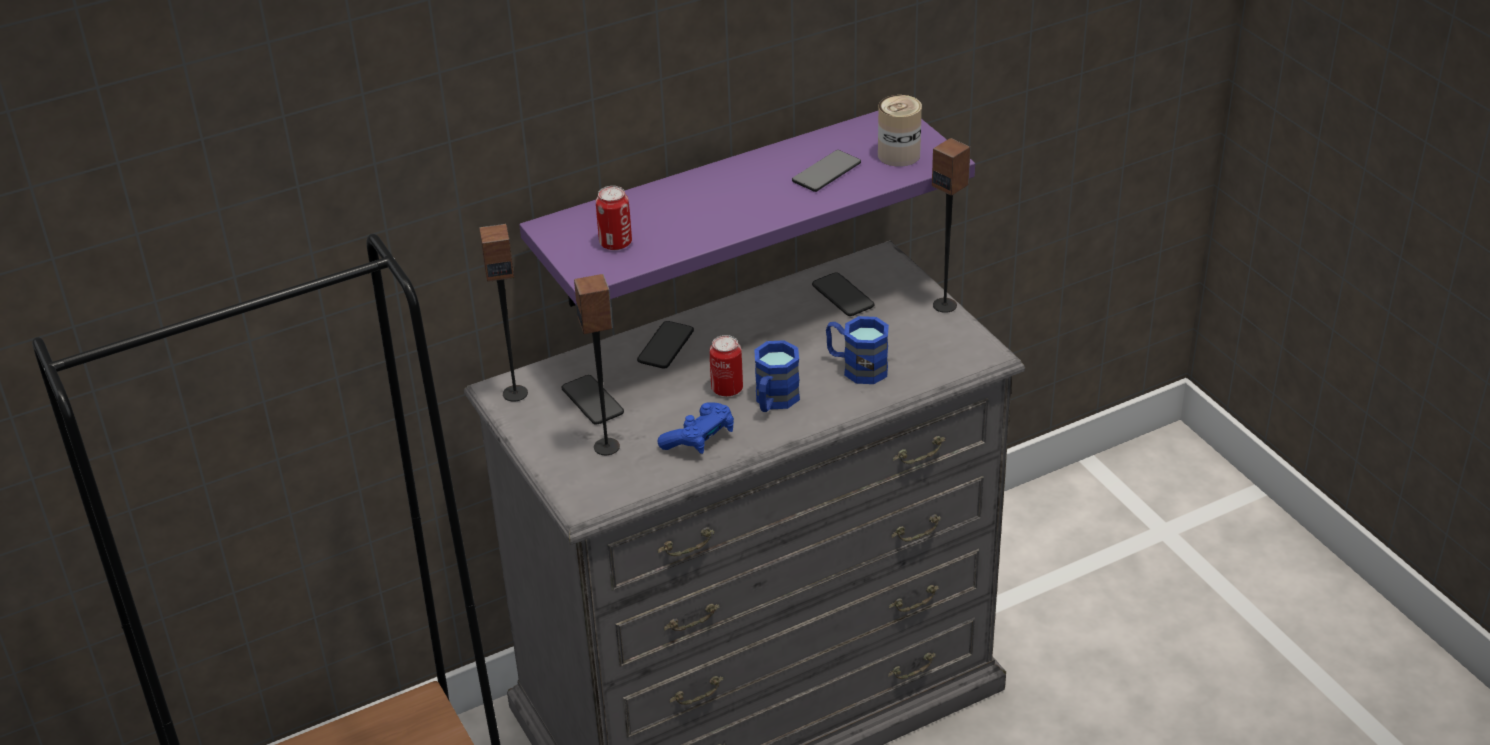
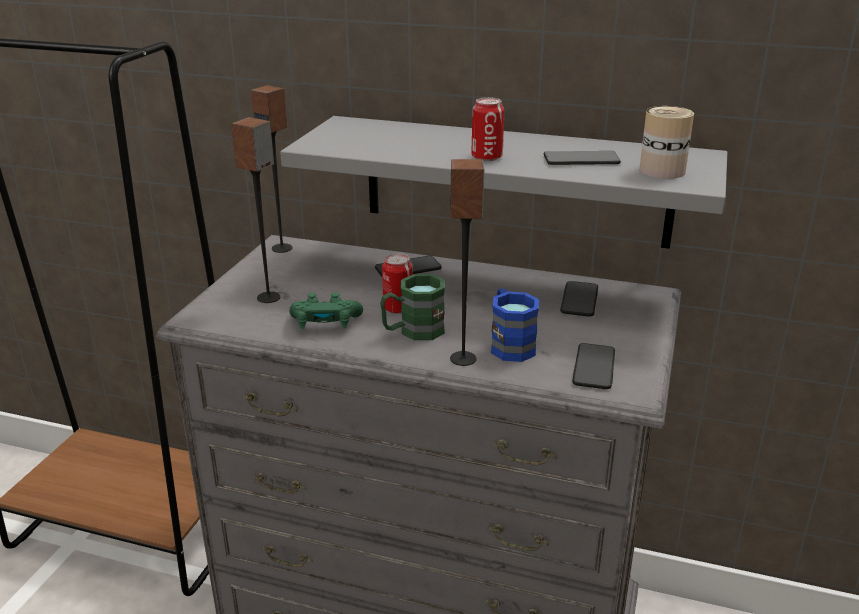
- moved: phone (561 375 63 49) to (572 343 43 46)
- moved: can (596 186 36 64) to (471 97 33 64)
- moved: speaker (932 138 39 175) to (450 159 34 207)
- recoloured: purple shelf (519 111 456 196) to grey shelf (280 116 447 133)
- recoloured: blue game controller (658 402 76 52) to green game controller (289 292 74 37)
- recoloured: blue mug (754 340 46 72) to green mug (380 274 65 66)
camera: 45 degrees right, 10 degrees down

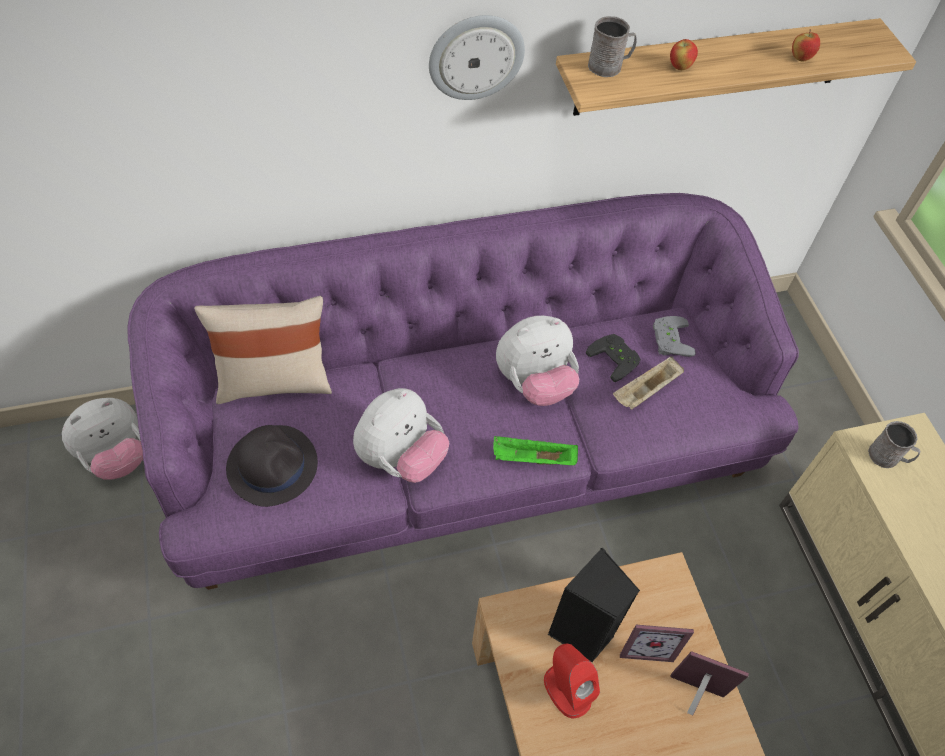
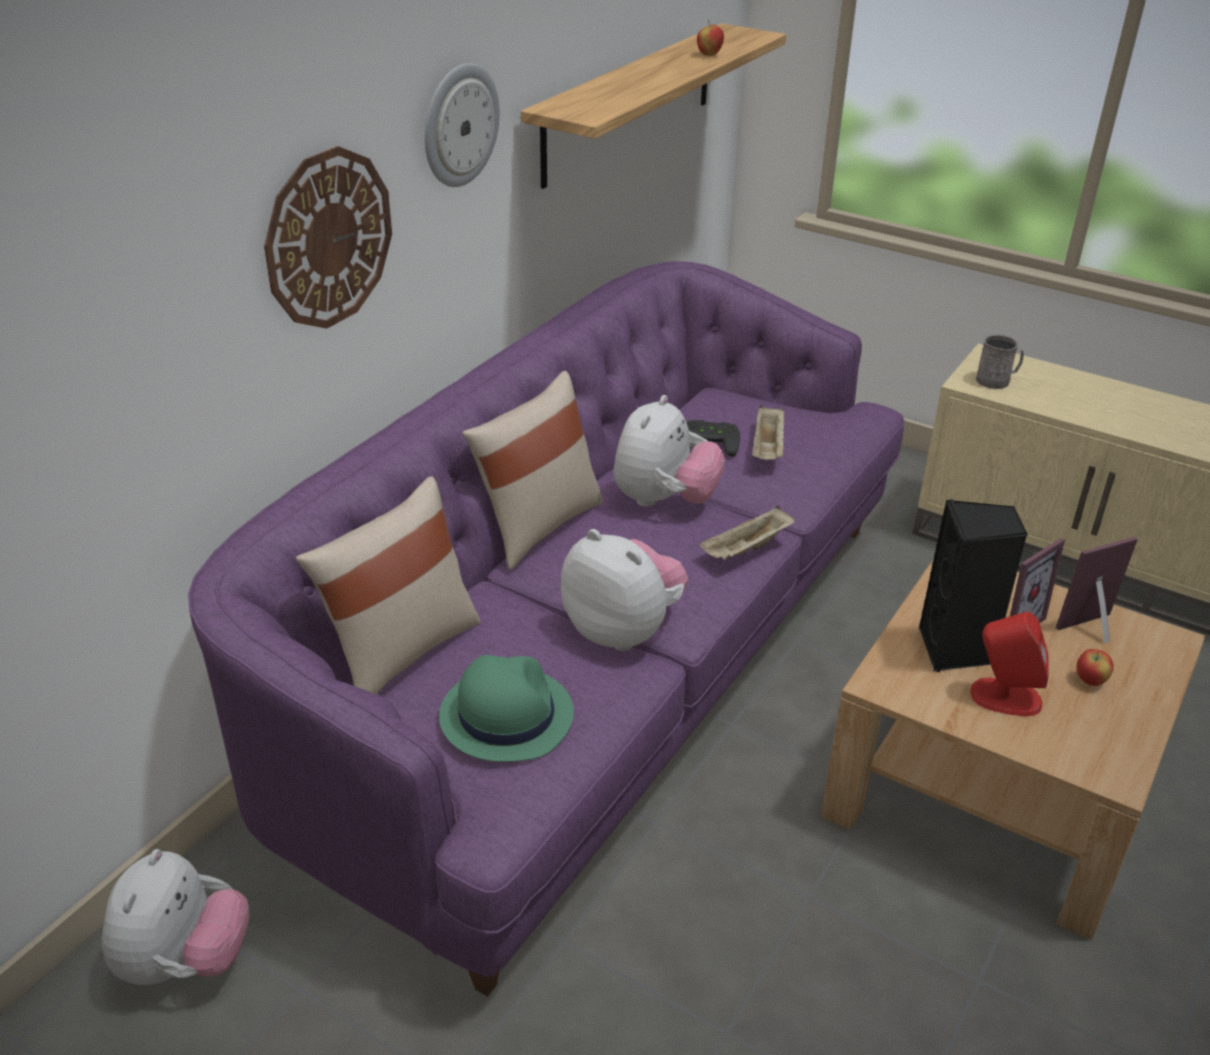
- removed: grey mug (588 16 49 61)
- removed: grey game controller (653 316 43 41)
- added: wall clock (264 146 128 183)
- added: beige pillow (462 371 141 199)
- moved: apple (670 39 28 31) to (1076 649 38 37)
- recoloured: black hat (226 425 92 82) to green hat (439 655 135 107)
- recoloured: green tray (493 436 85 29) to beige tray (699 506 96 54)
- turned: plush toy (353 388 96 95) = (561 529 127 122) 45 degrees counterclockwise
camera: 40 degrees left, 20 degrees down

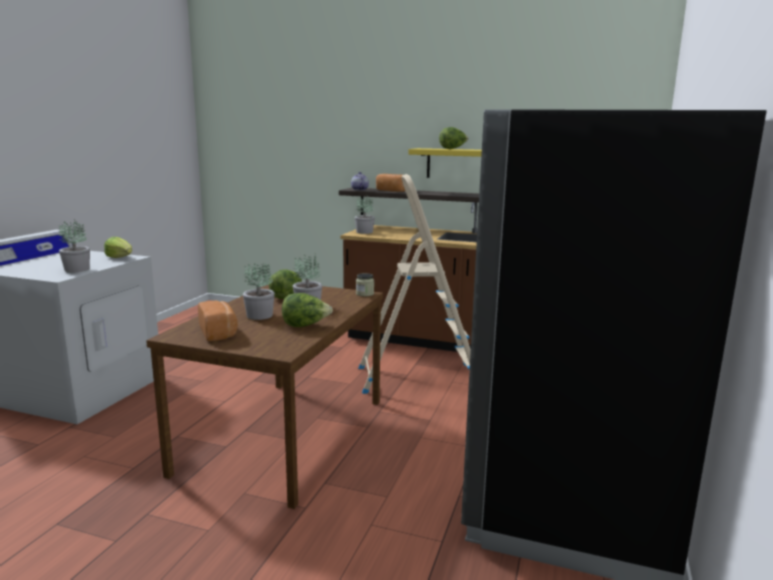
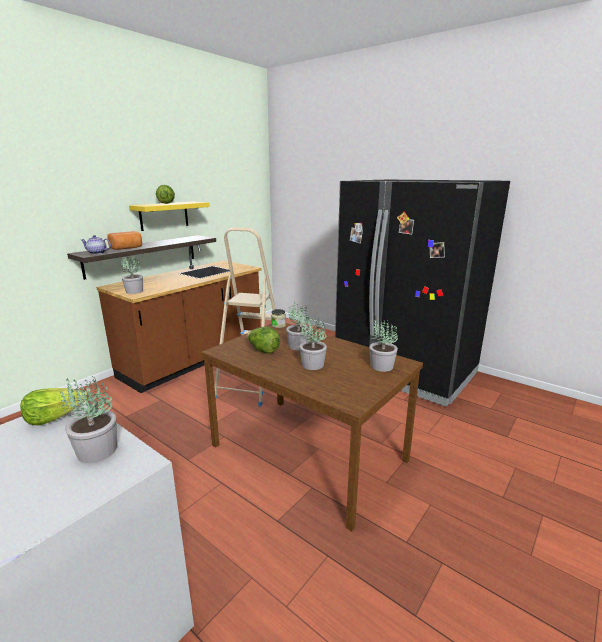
- removed: bread (198 300 40 41)
- removed: lettuce (282 293 51 34)
- added: potted plant (369 320 29 52)
camera: 70 degrees left, 5 degrees up

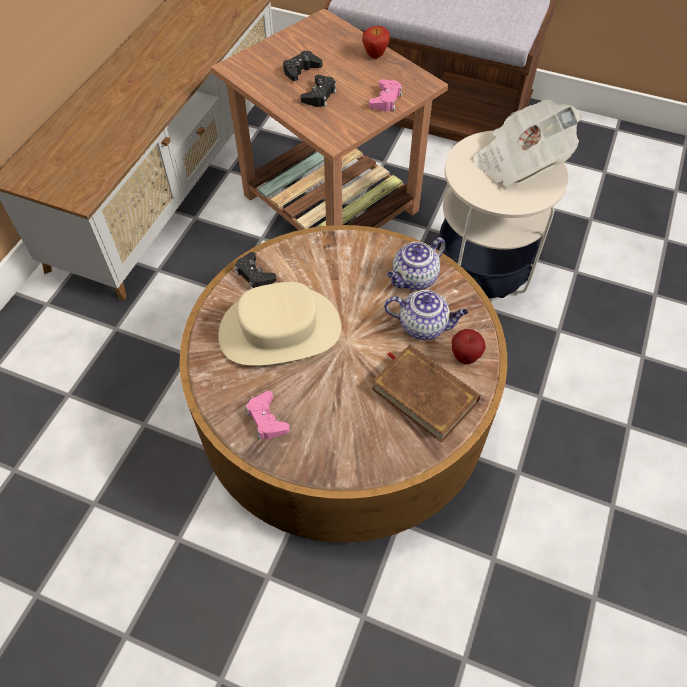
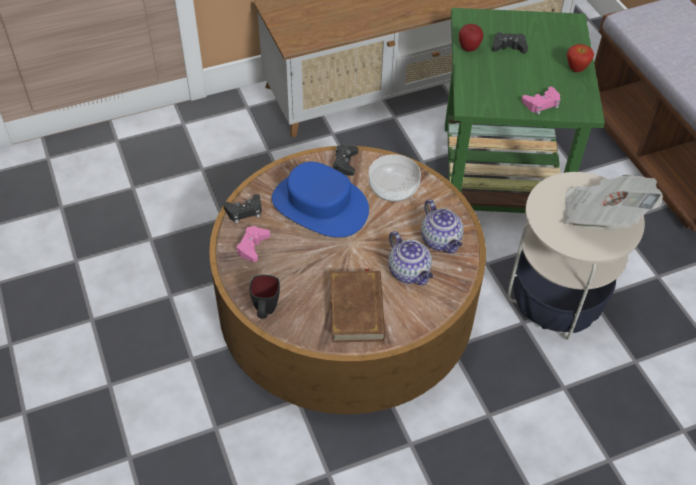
- added: black mug (250 275 30 44)
- added: bowl (368 154 53 48)
- moved: black game controller (301 75 36 32) to (223 194 39 29)
- moved: apple (452 329 34 35) to (459 24 25 28)
- recoloured: brown side table (211 8 237 222) to green side table (445 8 160 205)
- recoloured: beige hat (218 282 123 84) to blue hat (272 162 97 76)
- turned: teapot (387 237 59 53) = (421 199 43 55) 120 degrees counterclockwise
camera: 45 degrees right, 5 degrees down

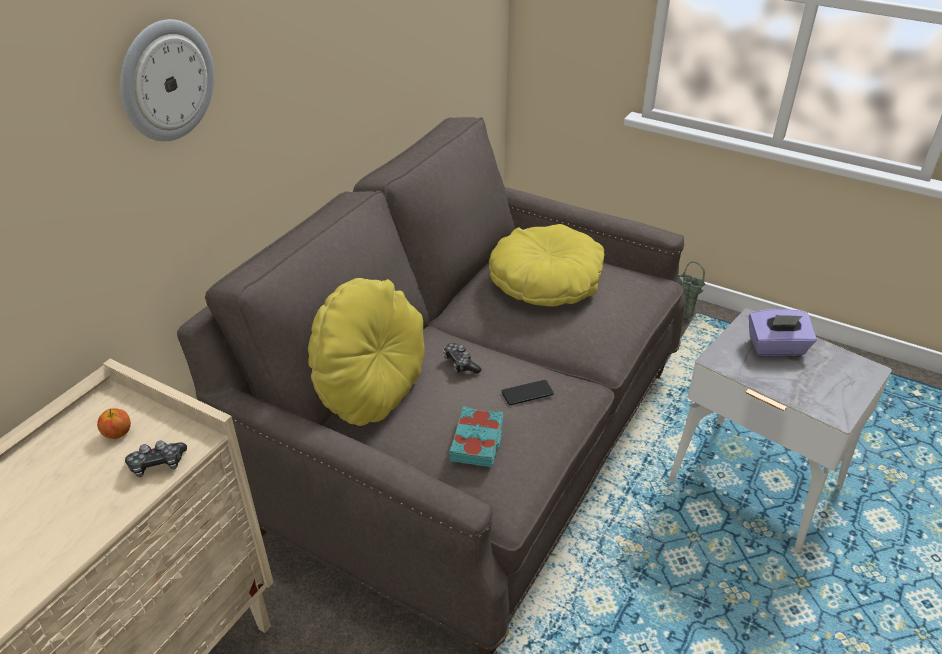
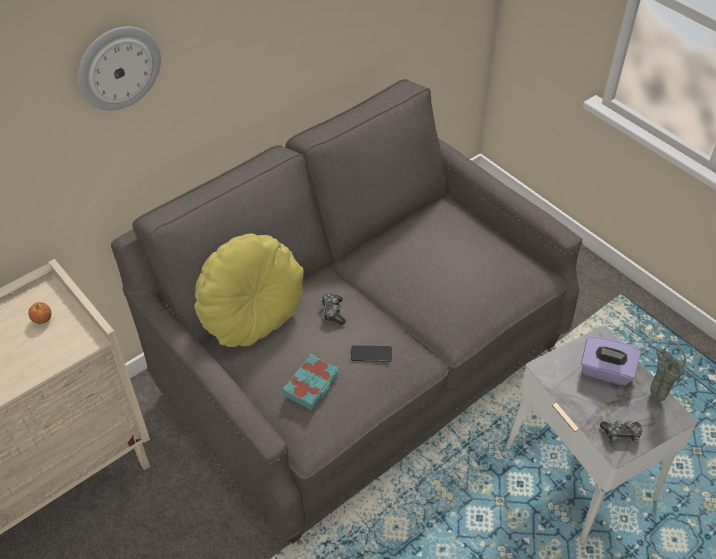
- removed: yellow pillow (489 224 115 83)
- moved: game controller (125 440 62 37) to (600 420 42 22)
- moved: green vase (679 261 26 57) to (650 341 36 60)
camera: 20 degrees right, 10 degrees up

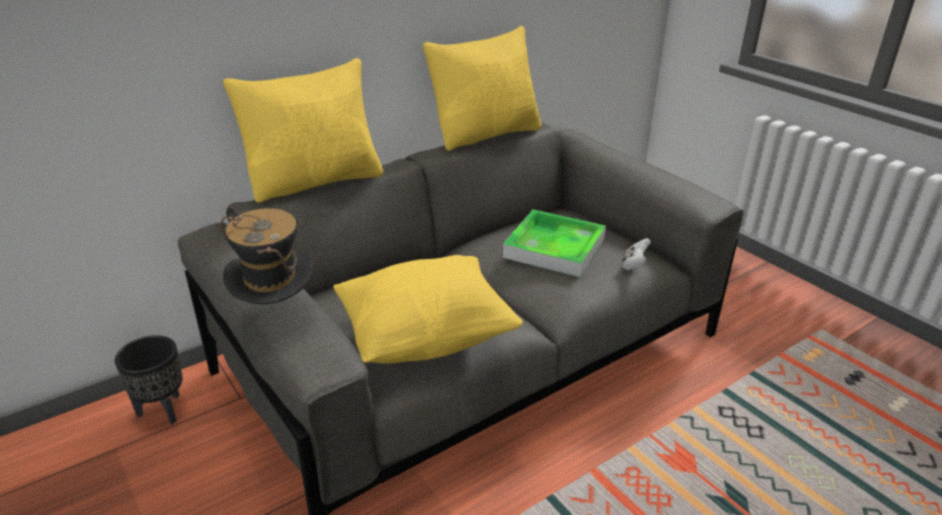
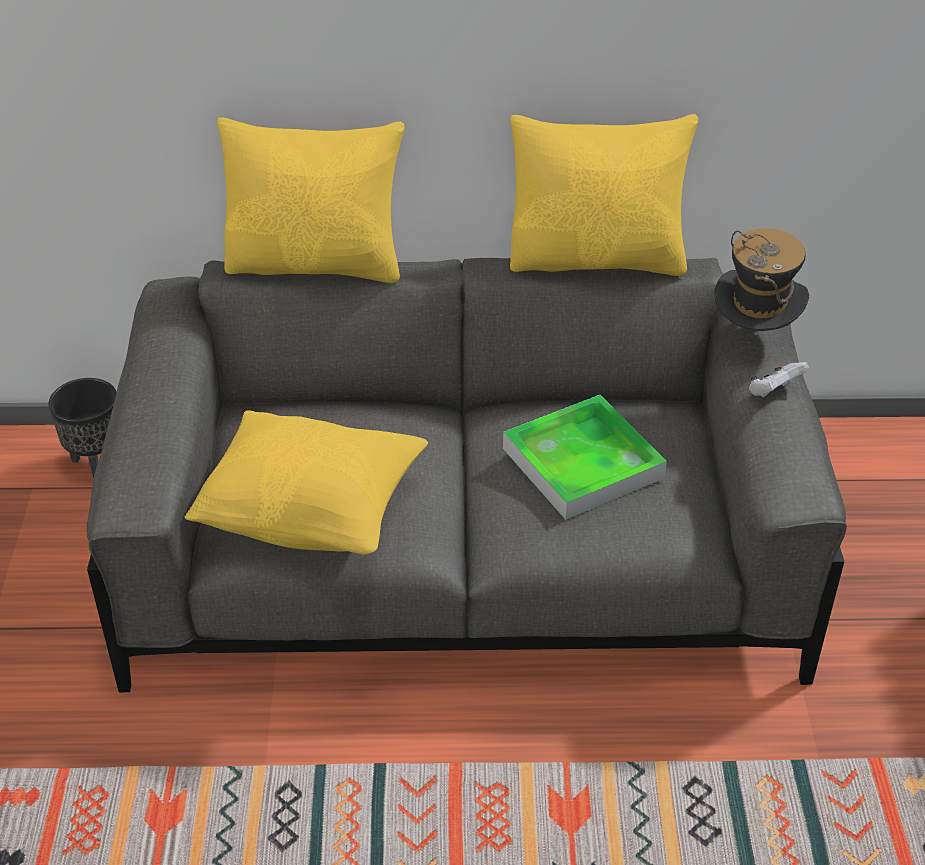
- moved: hat (221 208 92 96) to (714 228 95 103)
- moved: white game controller (622 238 29 32) to (749 362 60 36)
camera: 35 degrees right, 10 degrees up

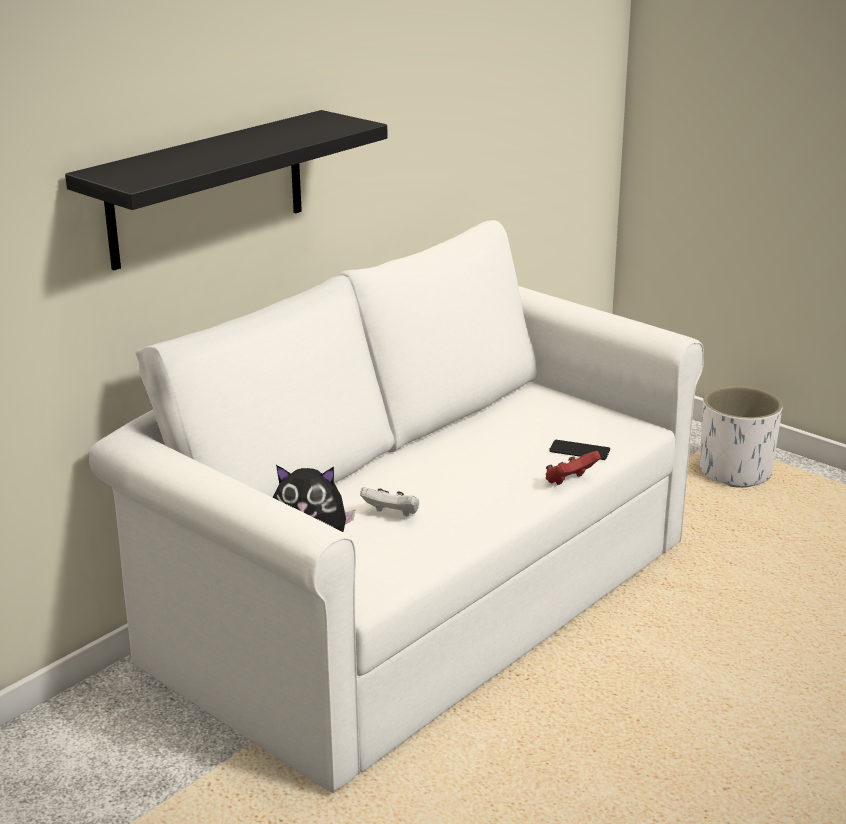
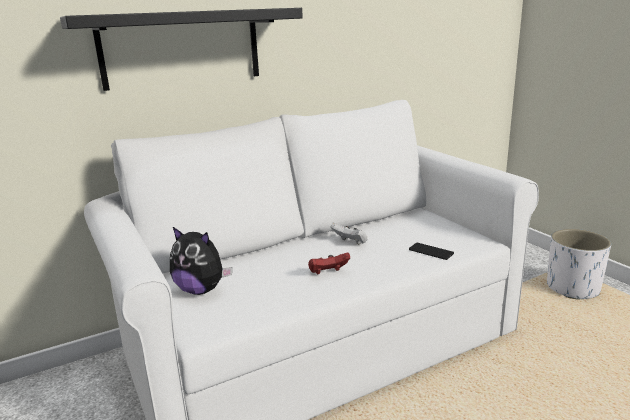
- moved: white game controller (360 487 59 30) to (331 223 36 22)
- moved: red game controller (546 451 55 34) to (308 252 42 22)
camera: 20 degrees right, 5 degrees down

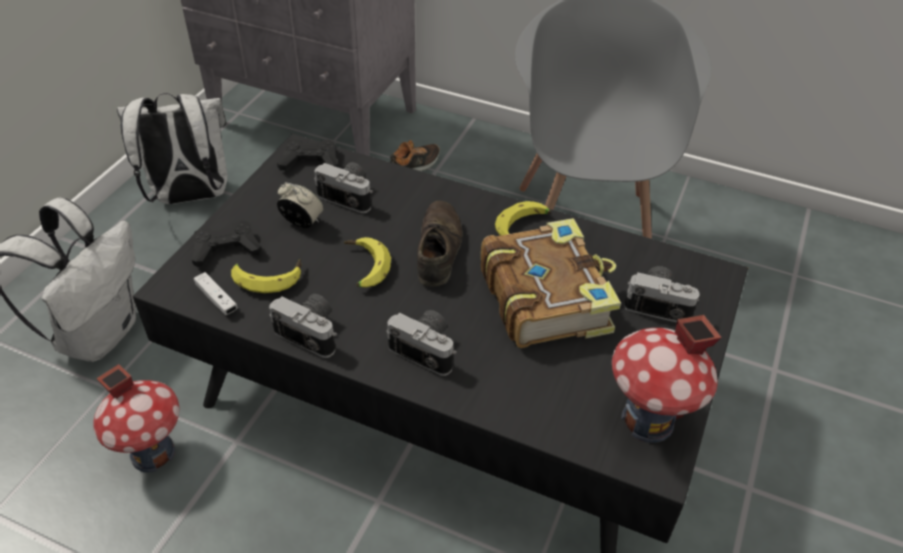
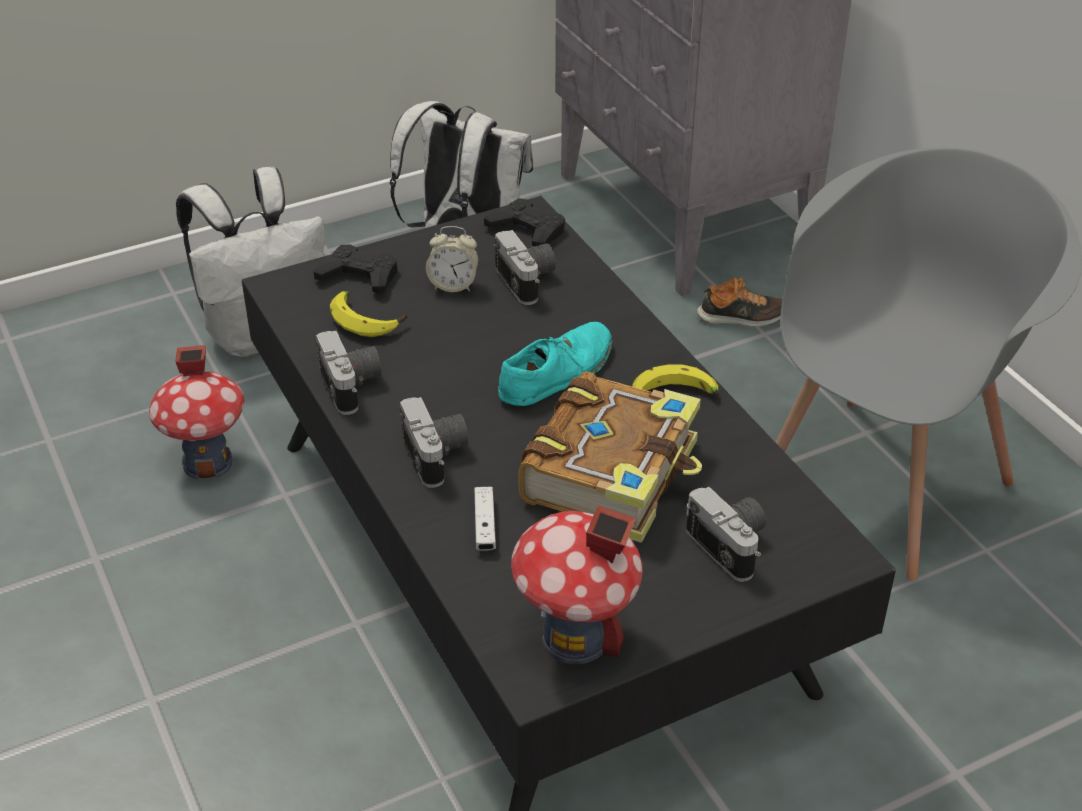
- removed: banana (344 237 47 51)
- moved: white game controller (193 272 45 43) to (474 487 22 64)
- recoloured: brown shoe (417 201 46 85) to turquoise shoe (498 322 115 84)
- turned: alarm clock (277 182 46 46) = (426 226 53 66) 120 degrees clockwise
camera: 40 degrees right, 5 degrees down

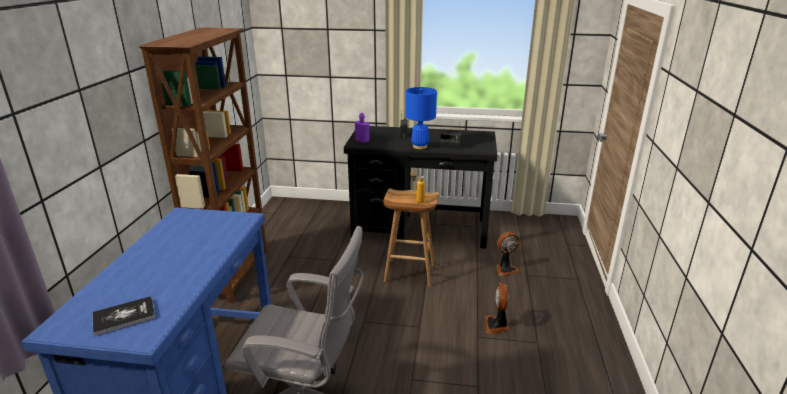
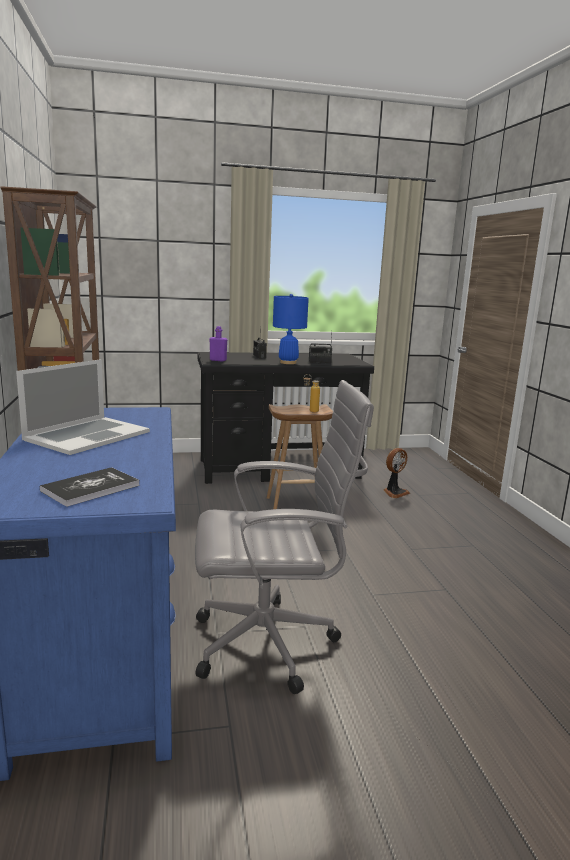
- removed: fan (485 283 24 51)
- added: laptop (16 359 134 96)
camera: 20 degrees left, 10 degrees down

